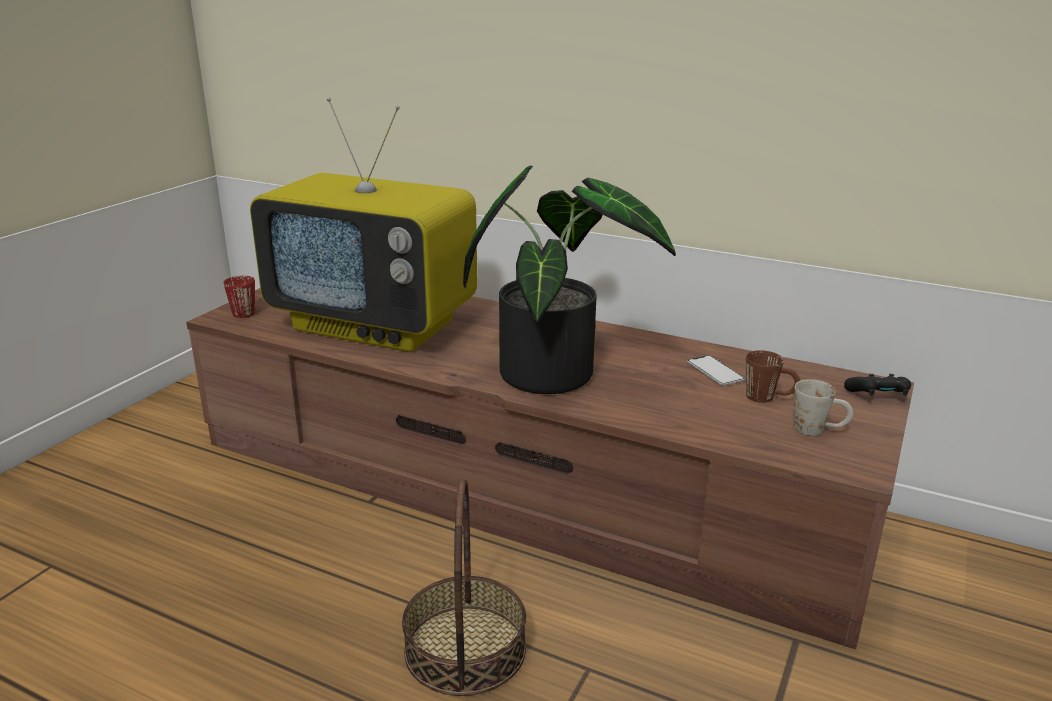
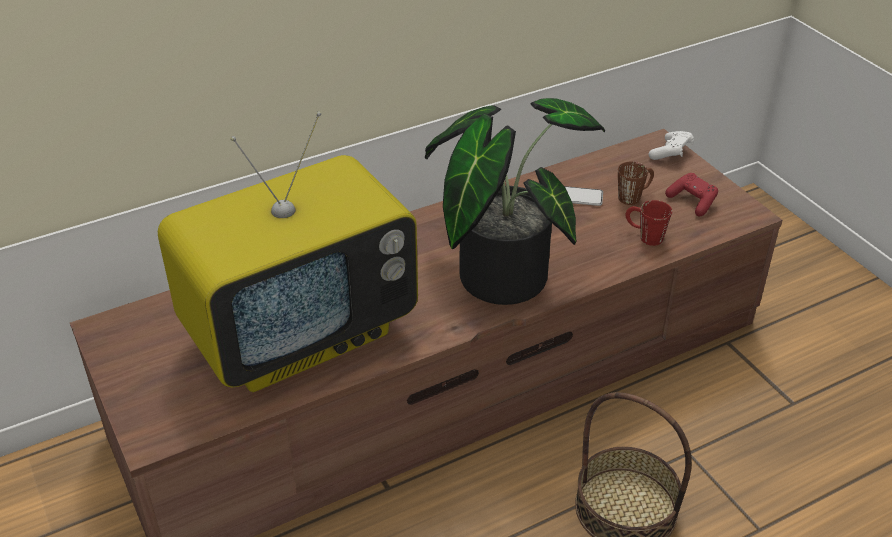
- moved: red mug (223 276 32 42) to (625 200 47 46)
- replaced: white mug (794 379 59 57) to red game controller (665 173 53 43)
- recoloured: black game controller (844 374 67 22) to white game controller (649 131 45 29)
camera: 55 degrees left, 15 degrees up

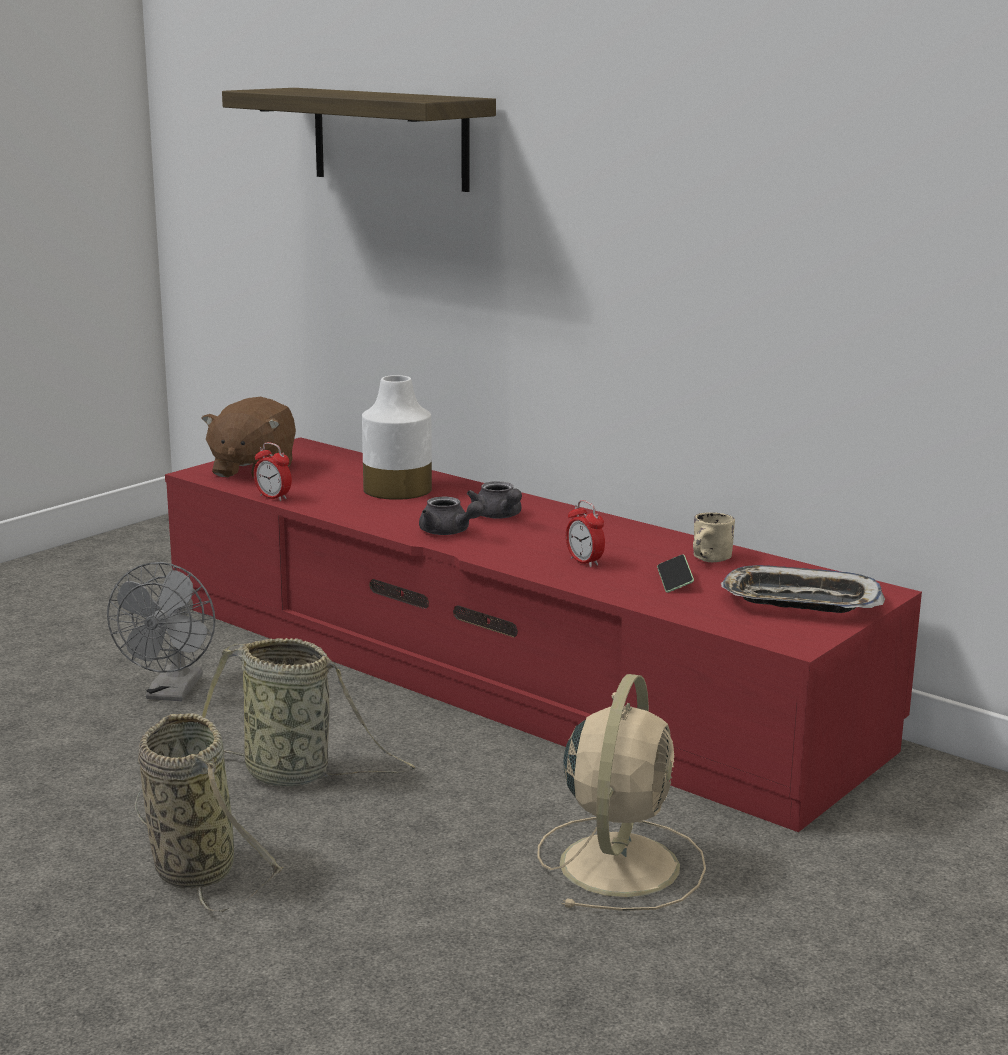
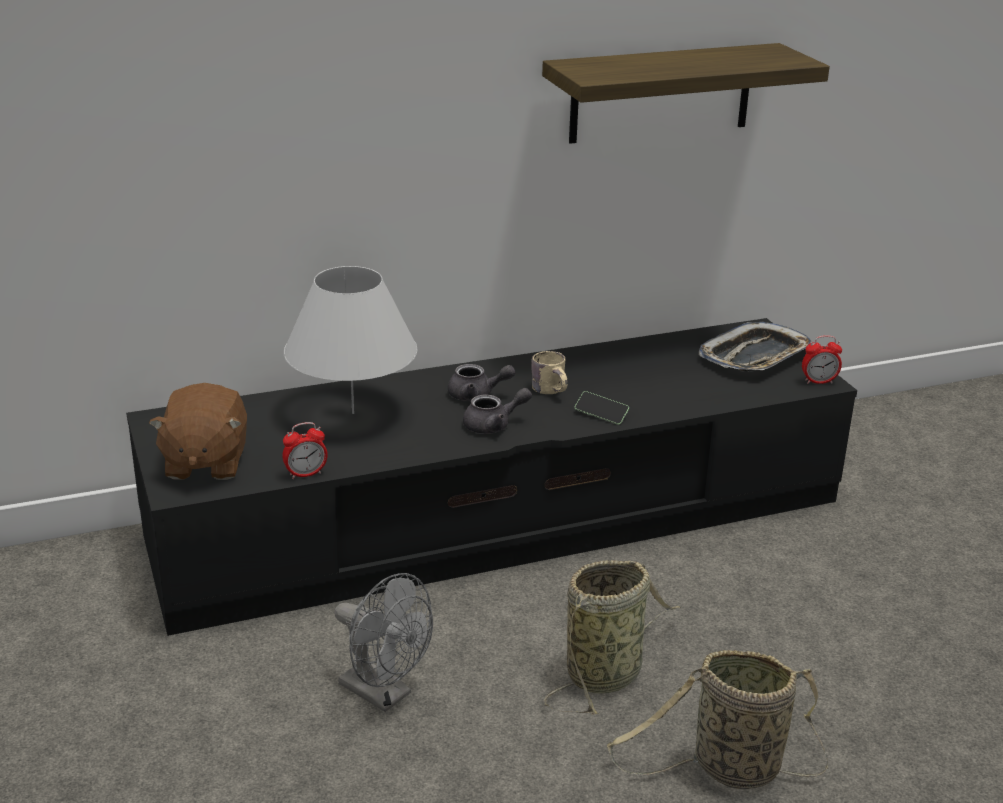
- removed: beige fan (537 674 169 237)
- moved: shelf (222 88 274 104) to (542 43 288 101)
- moved: alarm clock (566 500 39 67) to (802 335 40 49)
- moved: phone (657 554 37 39) to (574 391 55 34)
- moved: beige mug (693 512 42 50) to (531 351 37 43)
- replaced: white vase (362 375 70 125) to white table lamp (284 266 134 148)
- recoloured: red tv stand (165 437 757 395) to black tv stand (126 318 731 318)
- turned: brown plush toy (201 397 95 81) = (149 383 98 97) 45 degrees clockwise
camera: 60 degrees left, 10 degrees up

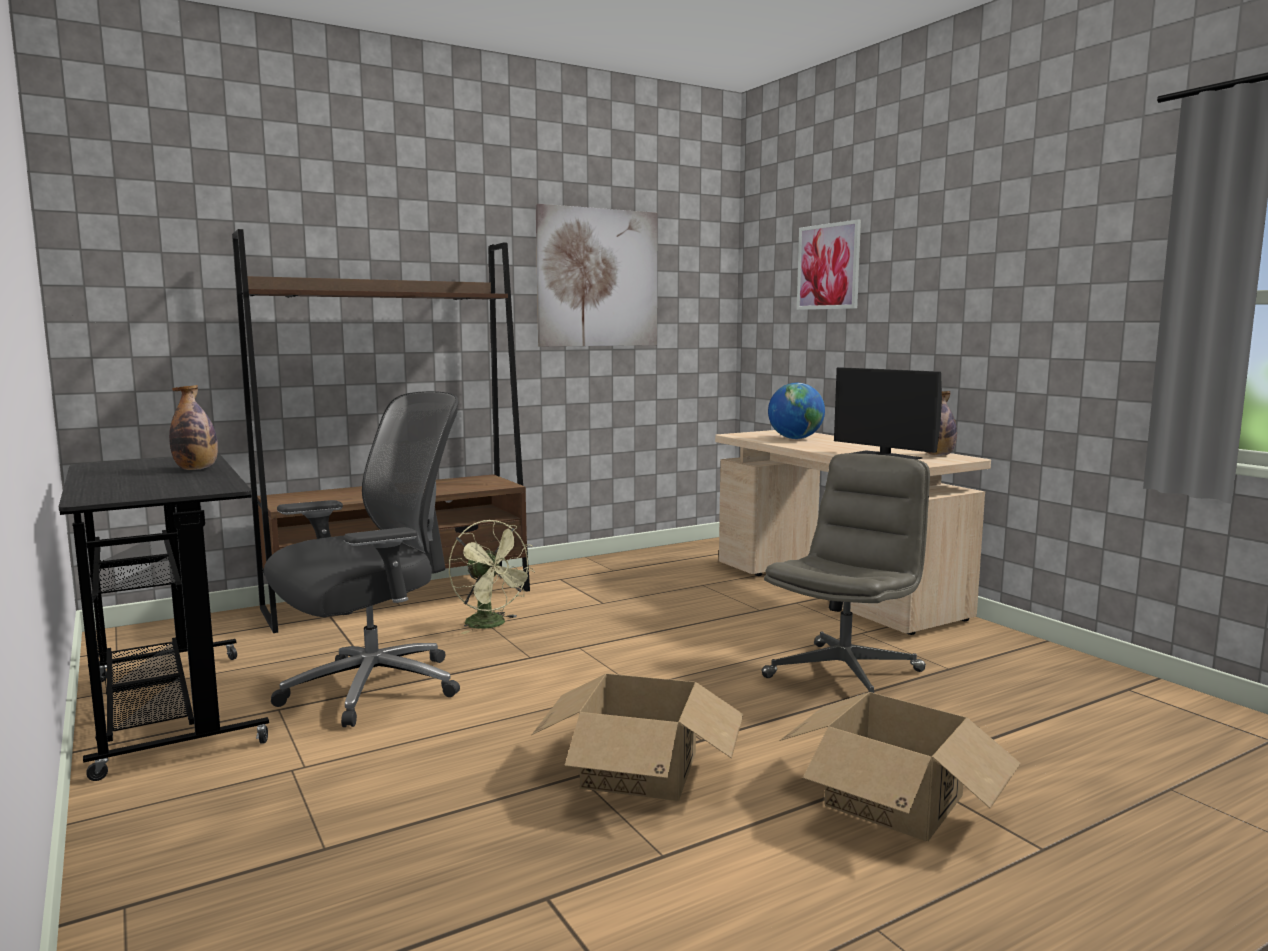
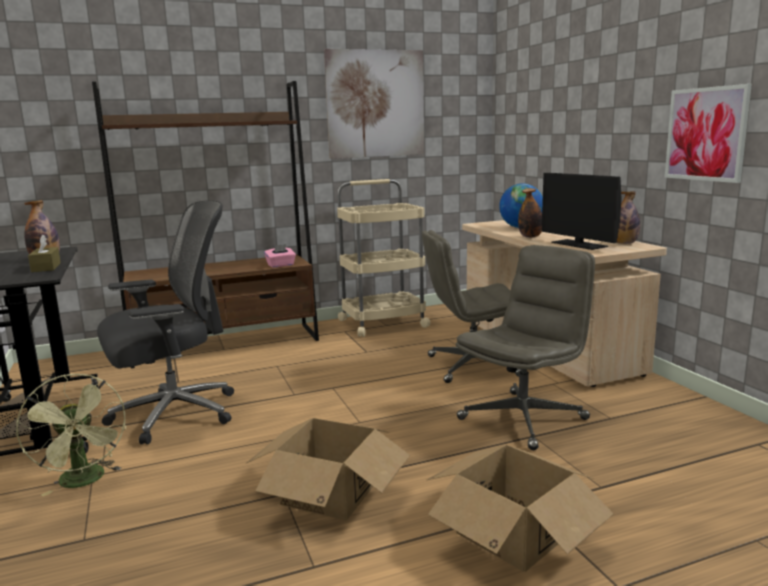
- added: brown tissue box (28 235 33 37)
- added: pink tissue box (264 244 32 24)
- added: beige cart (337 179 94 158)
- added: grey office chair (422 230 99 153)
- added: bottle (518 188 24 50)
- moved: green fan (449 520 86 114) to (16 374 110 122)
- moved: picture (797 219 64 91) to (665 84 87 99)
camera: 10 degrees right, 5 degrees up

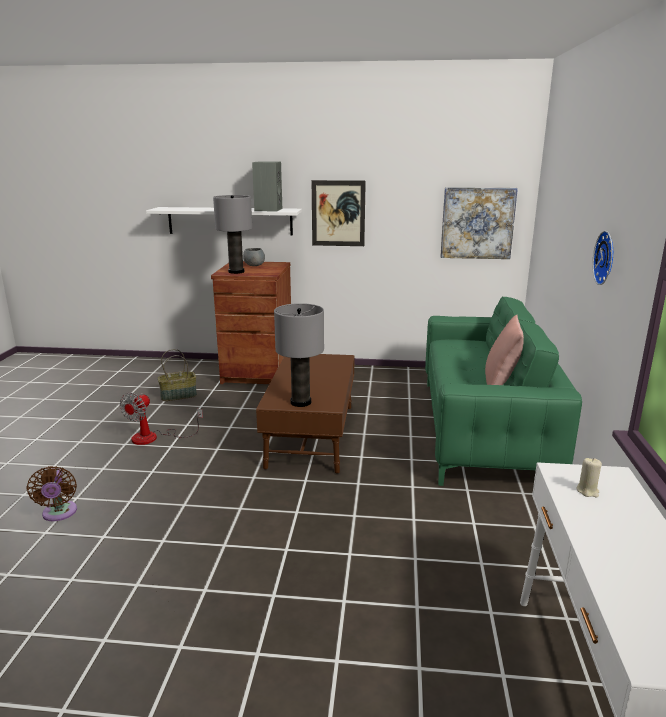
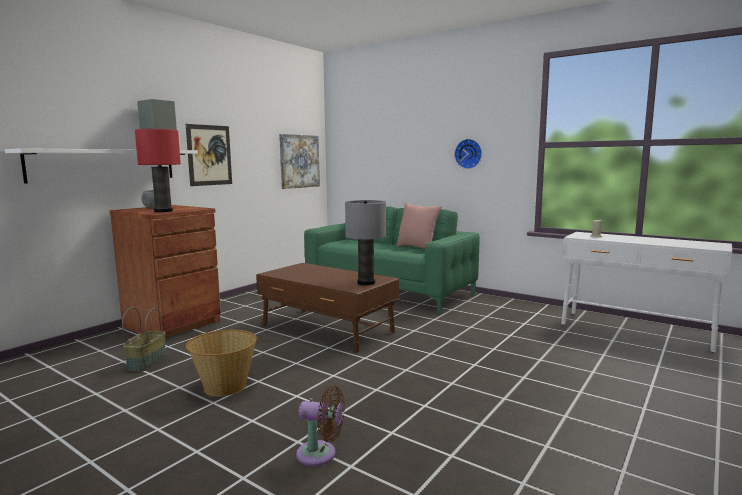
- replaced: fan (120 392 83 53) to basket (186 330 71 66)
- recoloured: grey table lamp (213 195 39 79) to red table lamp (135 129 46 83)
camera: 60 degrees left, 10 degrees down

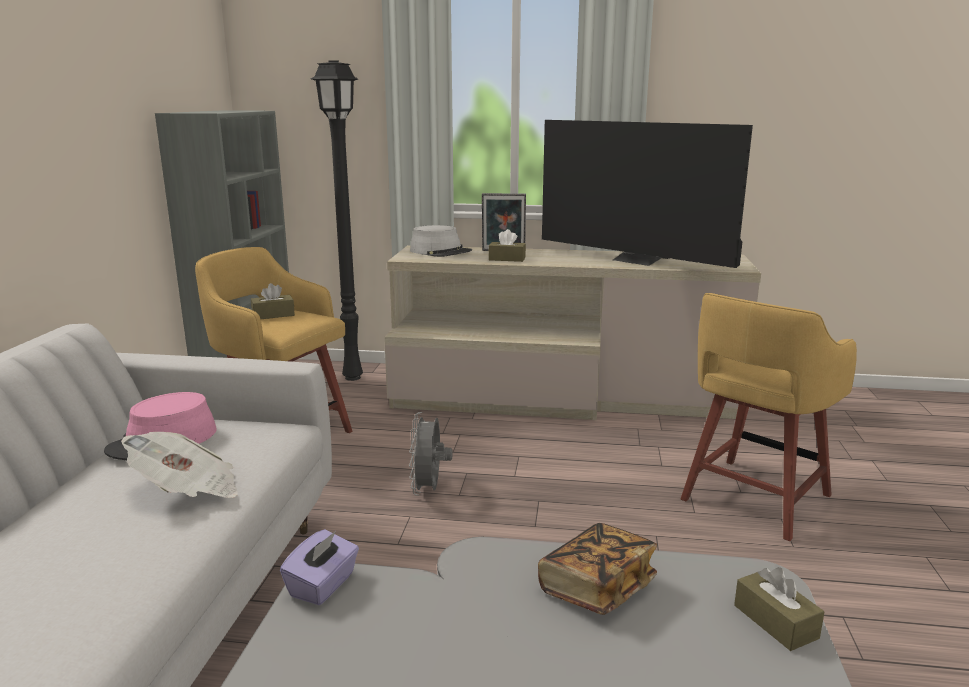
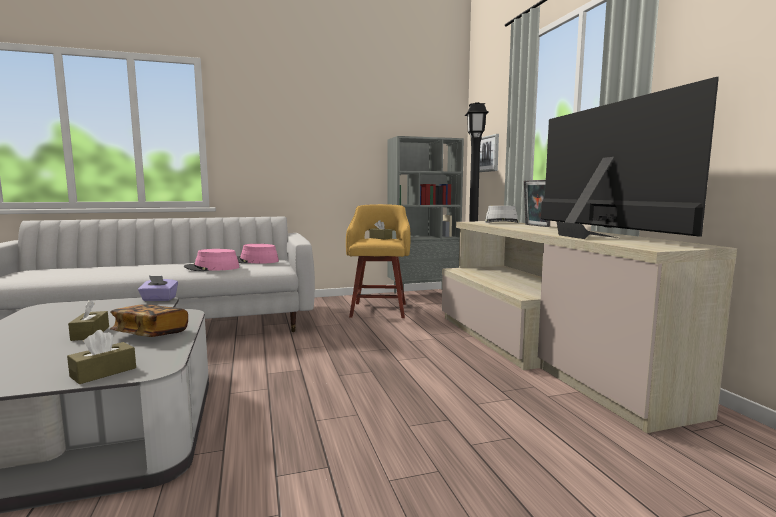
- removed: grey fan (409 412 44 83)
- removed: yellow stool (681 293 176 248)
- added: picture (479 134 20 38)
- moved: brown tissue box (489 229 37 33) to (68 300 41 41)
- replaced: newspaper (121 432 117 66) to pink hat (184 249 55 22)
- turned: television (542 120 211 148) = (541 77 178 162) 150 degrees clockwise
camera: 65 degrees right, 10 degrees down

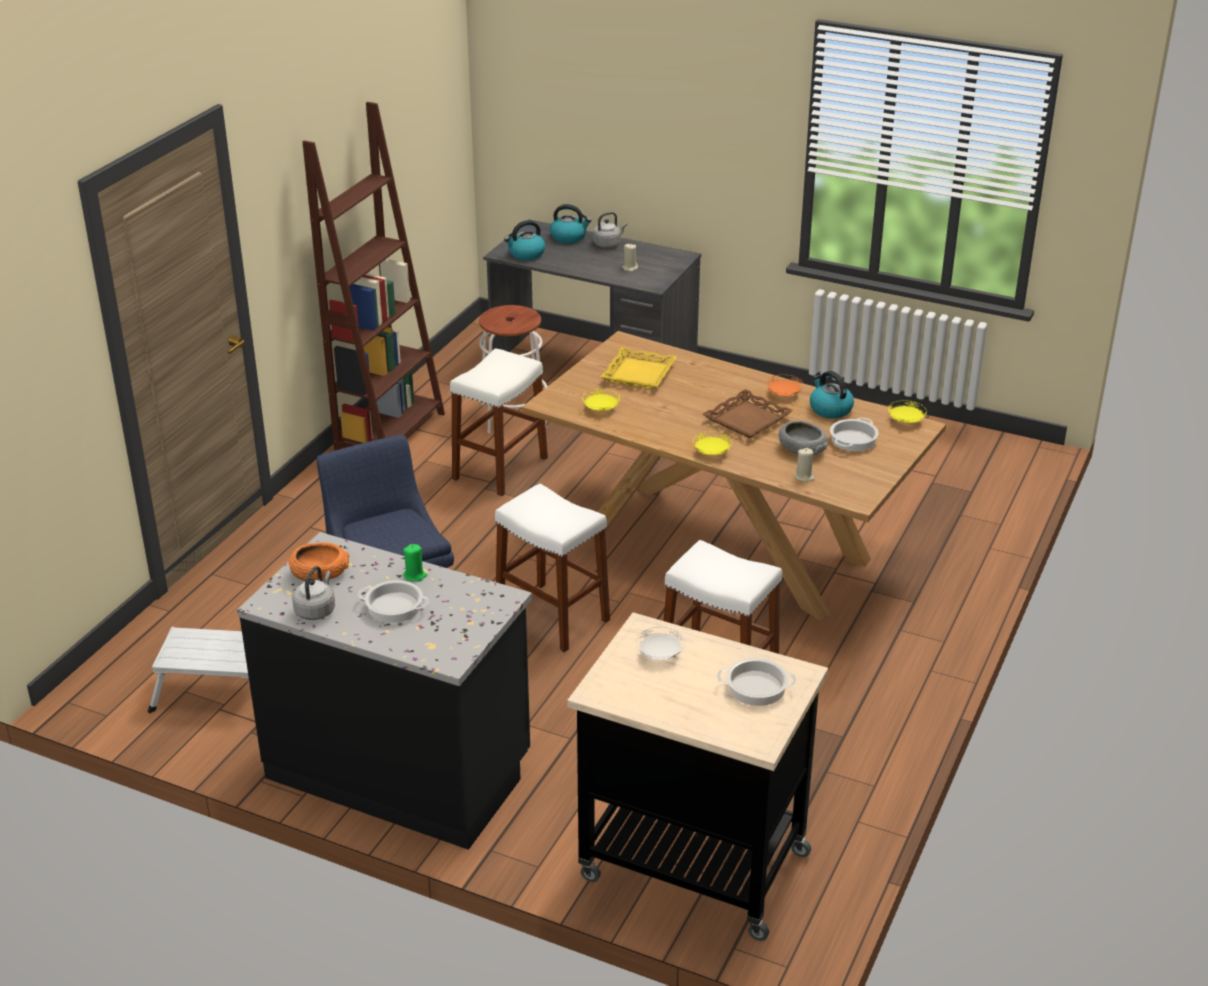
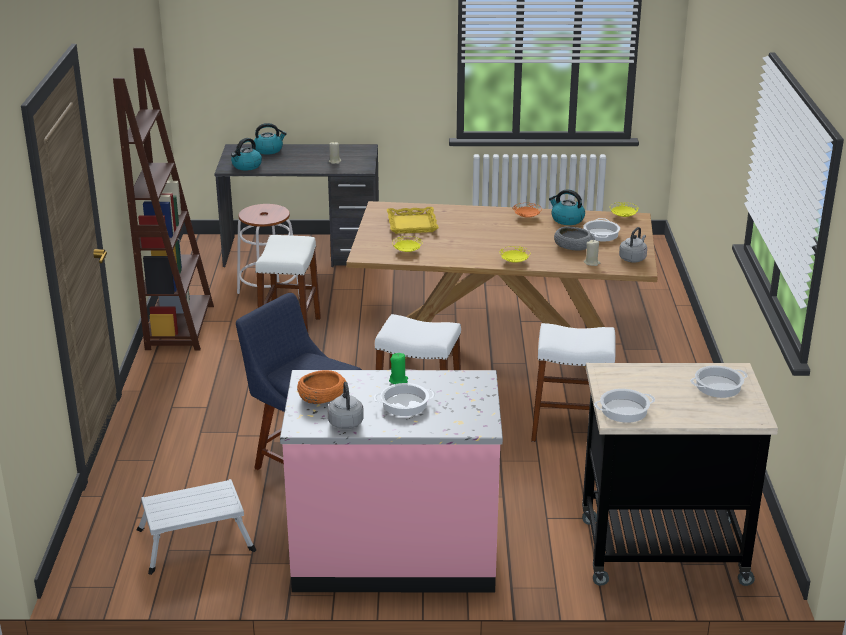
- removed: white plate (636 627 49 33)
- removed: brown tray (703 389 90 49)
- added: cooking pot (594 389 61 34)
- moved: grey kettle (593 212 34 36) to (619 227 28 35)
- recoloured: black counter (237 532 295 318) to pink counter (280 370 223 223)
camera: 25 degrees left, 5 degrees down

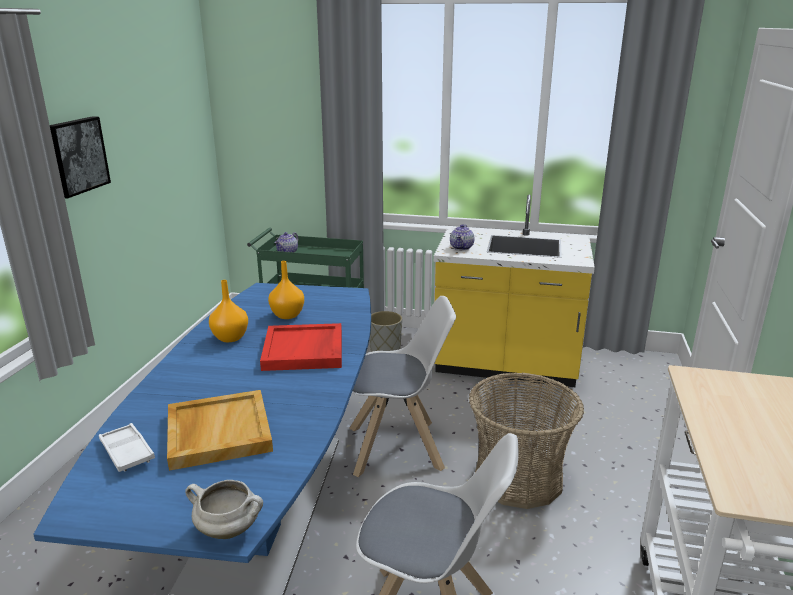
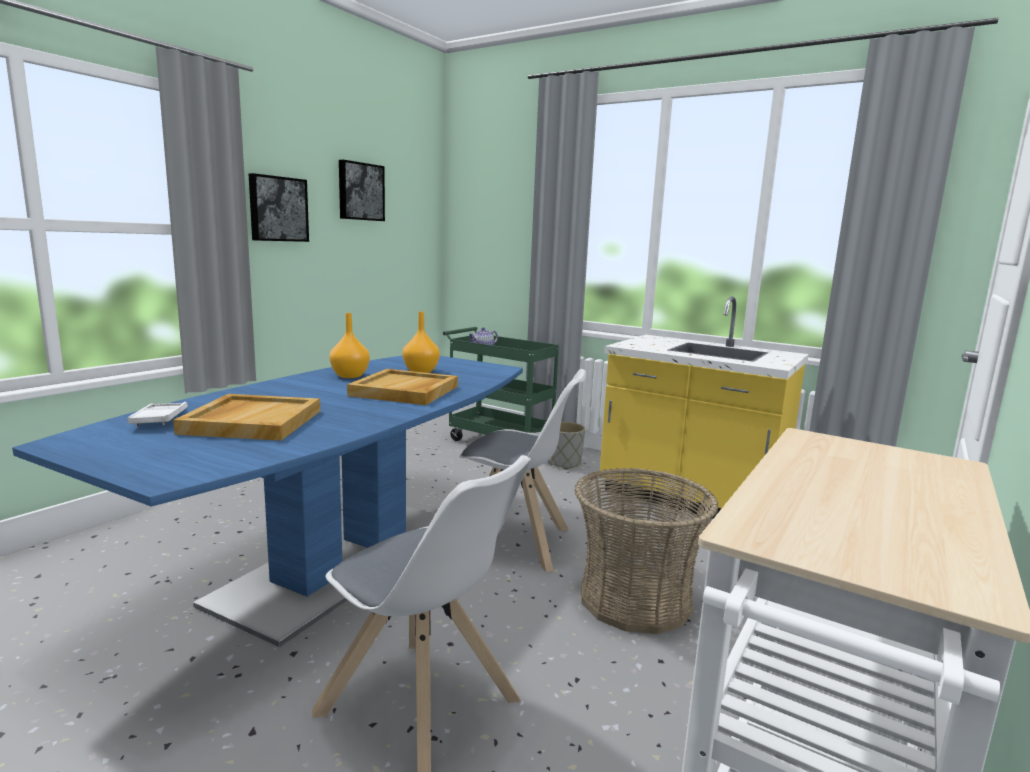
- removed: white cooking pot (185 480 78 59)
- removed: teapot (450 224 24 26)
- added: picture (339 160 46 61)
- recoloured: red tray (260 323 82 48) to beige tray (347 369 111 36)
camera: 20 degrees right, 10 degrees down

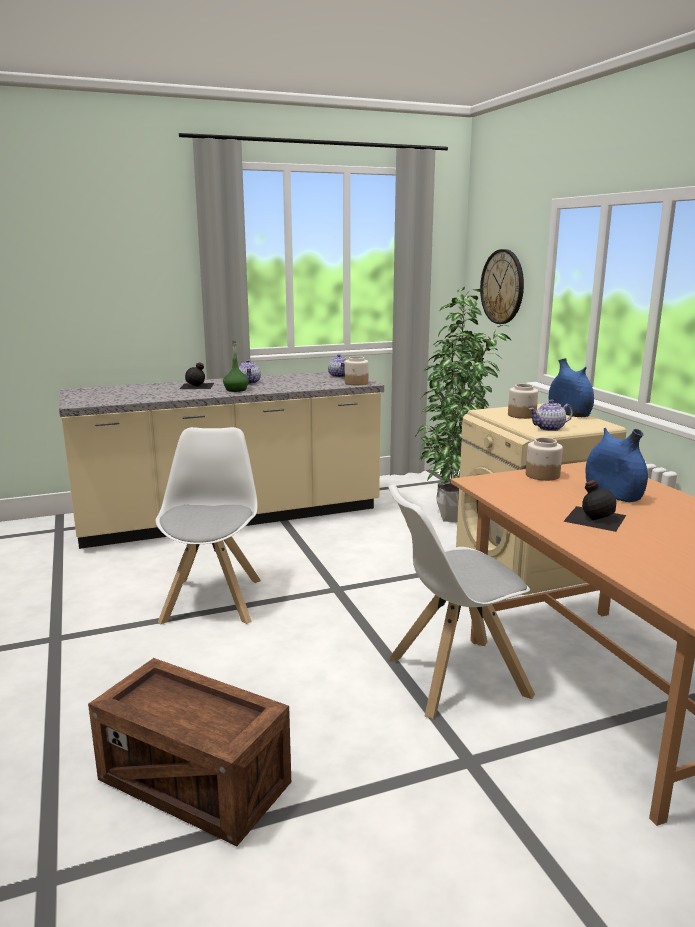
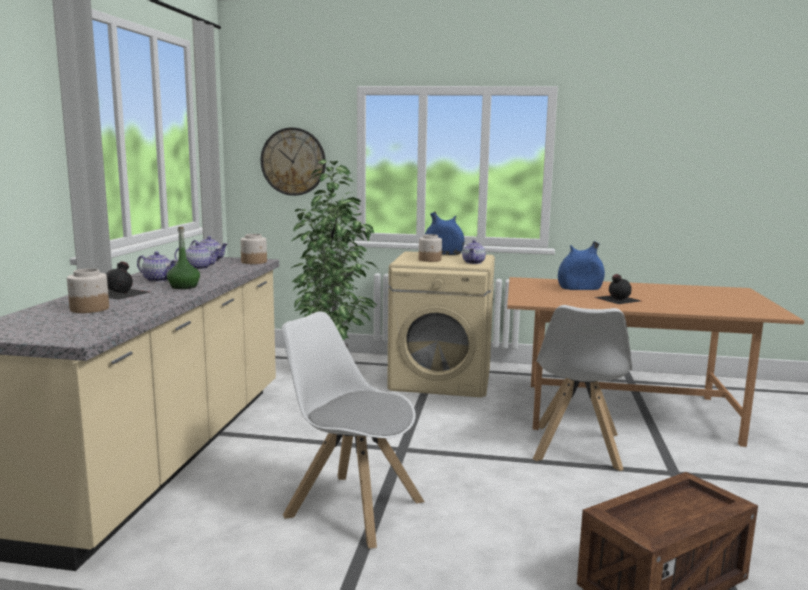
- added: teapot (174 242 46 28)
- moved: jar (526 438 37 43) to (67 268 42 45)
camera: 60 degrees left, 5 degrees down

